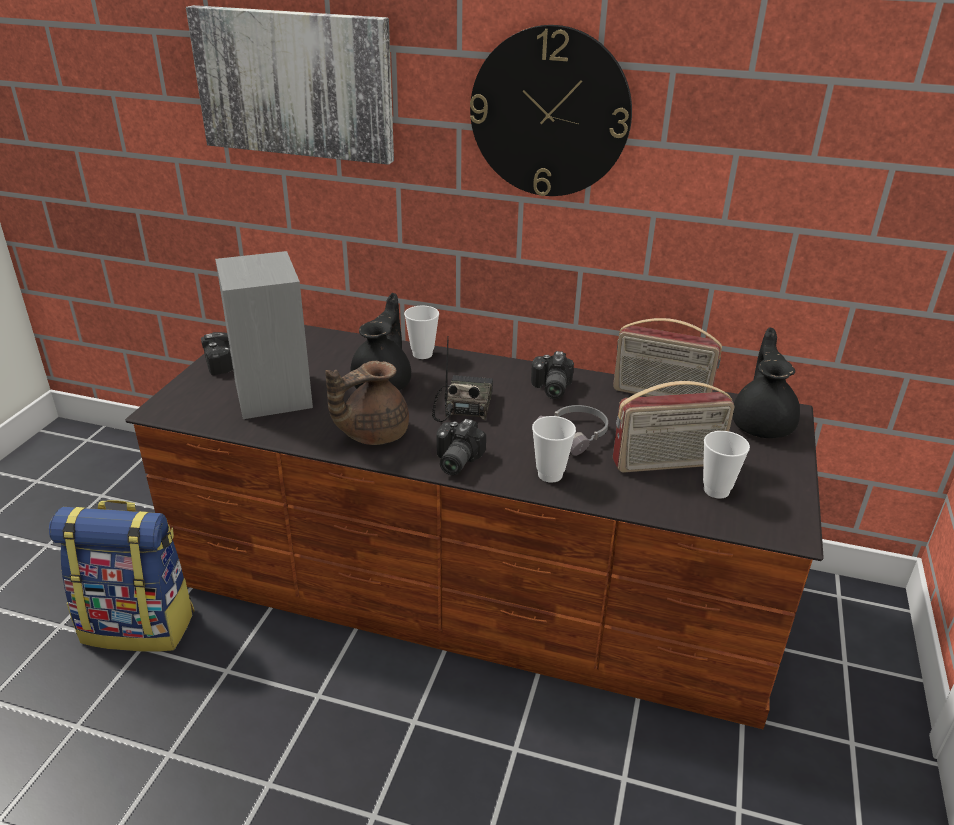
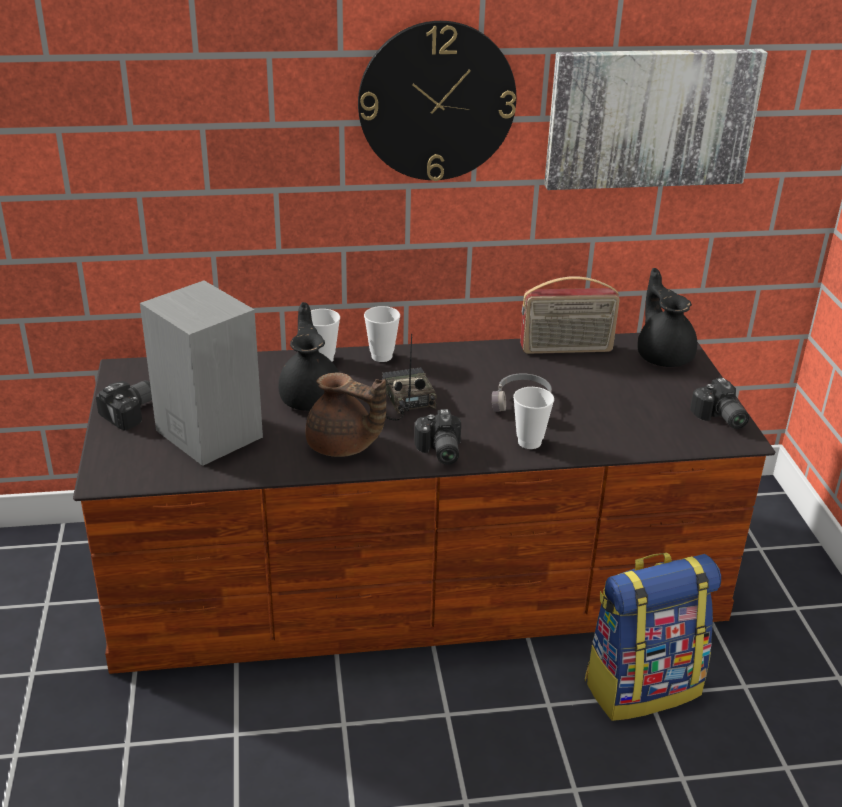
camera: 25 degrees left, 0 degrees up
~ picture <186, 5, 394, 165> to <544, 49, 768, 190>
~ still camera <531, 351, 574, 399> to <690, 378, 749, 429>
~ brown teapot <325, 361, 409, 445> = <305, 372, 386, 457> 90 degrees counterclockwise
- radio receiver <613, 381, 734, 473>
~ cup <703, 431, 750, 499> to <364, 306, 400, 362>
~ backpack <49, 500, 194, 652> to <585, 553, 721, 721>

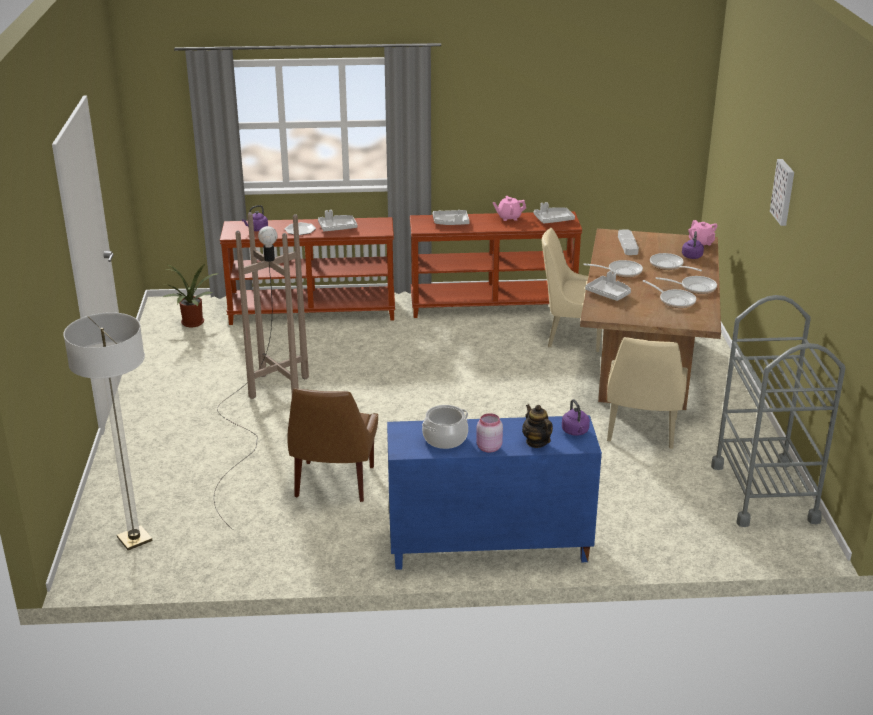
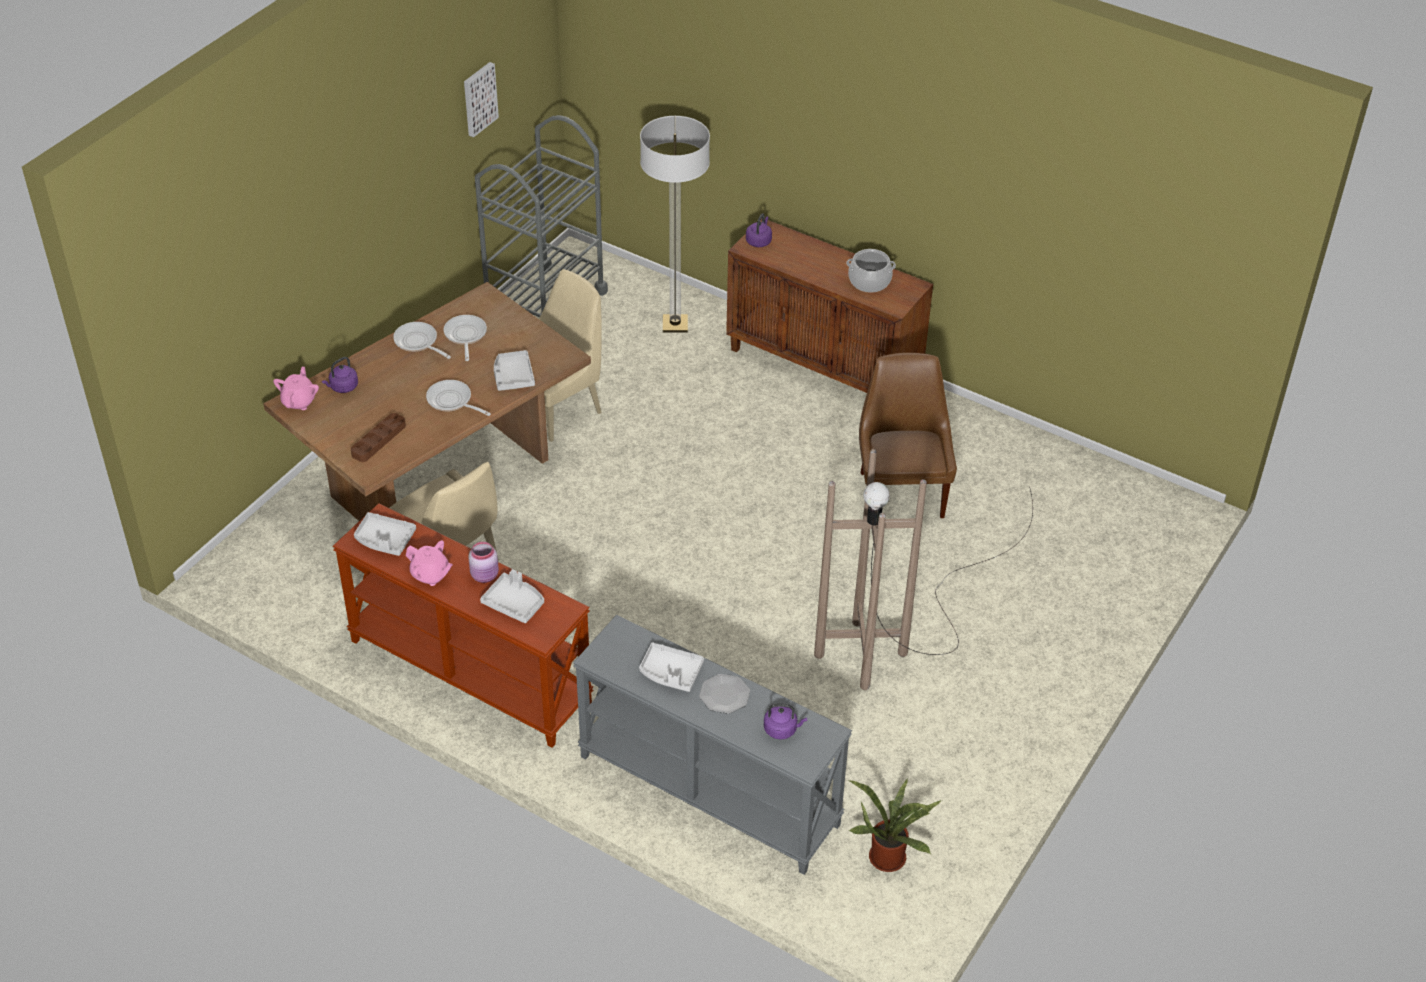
camera: 145 degrees left, 15 degrees up
~ picture <770, 159, 794, 226> to <464, 62, 499, 137>
~ brown hall table <220, 217, 395, 325> to greyish hall table <573, 615, 852, 875>
~ greyish tray <618, 230, 639, 255> to brown tray <351, 413, 406, 462>
- skillet <650, 253, 702, 271>
~ standard lamp <63, 312, 152, 550> to <640, 116, 710, 333>
~ brown chair <287, 388, 378, 502> = <859, 353, 957, 518> 45 degrees counterclockwise
- teapot <522, 404, 553, 448>
~ pink-coloured storage jar <476, 413, 503, 452> to <468, 542, 499, 583>
~ bluish storage cabinet <387, 415, 602, 570> to brown storage cabinet <726, 218, 933, 393>

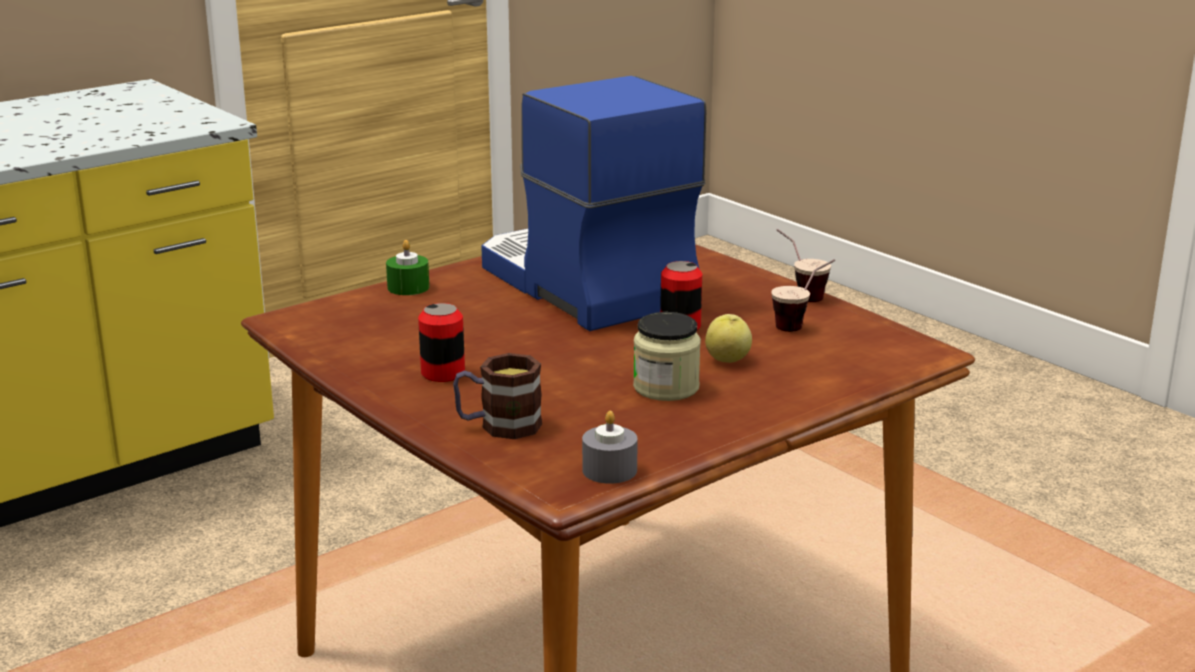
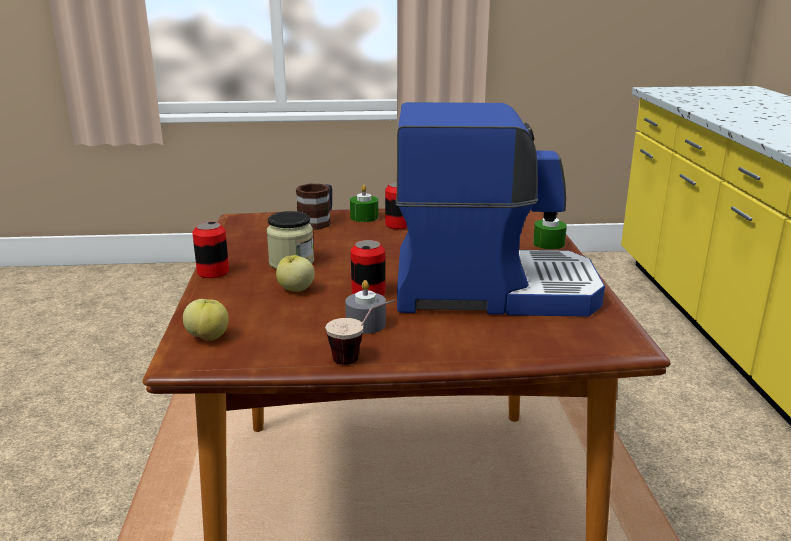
camera: 125 degrees right, 0 degrees up
- cup <771, 259, 835, 332>
~ greyish candle <582, 411, 638, 484> to <345, 280, 386, 334>
+ green-coloured candle <350, 185, 378, 222>
+ sealed can <192, 222, 229, 278>
+ whole apple <183, 299, 229, 341>

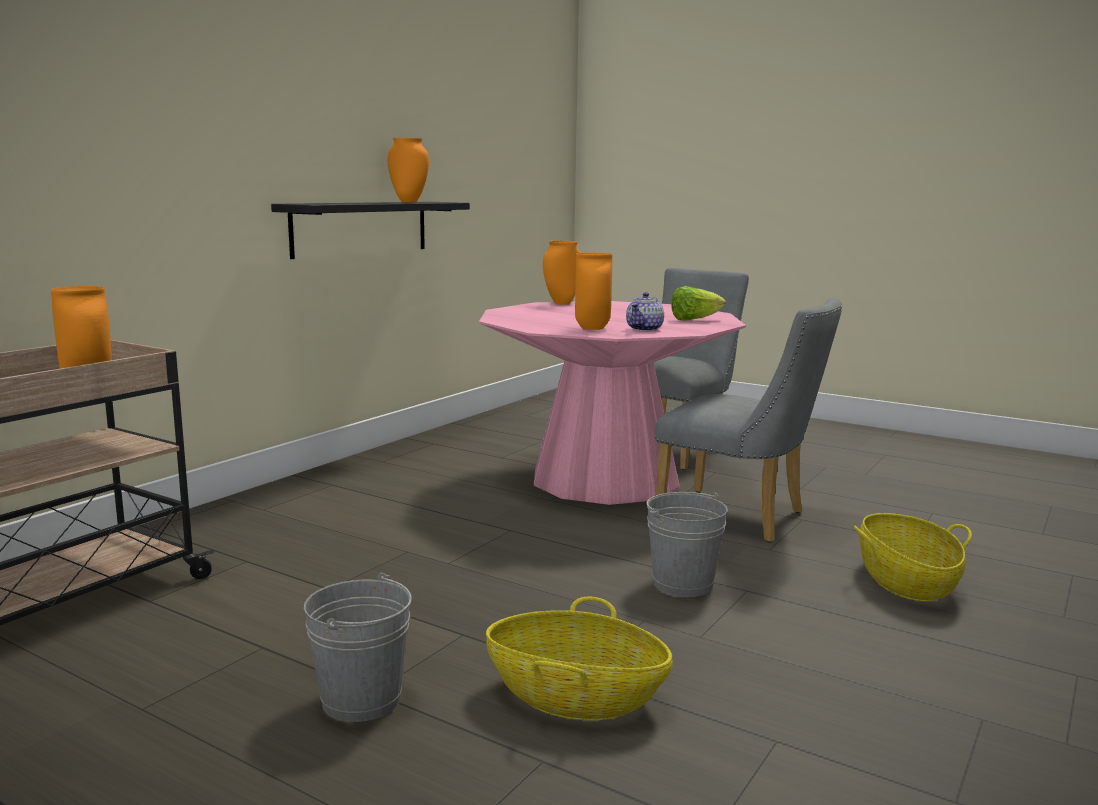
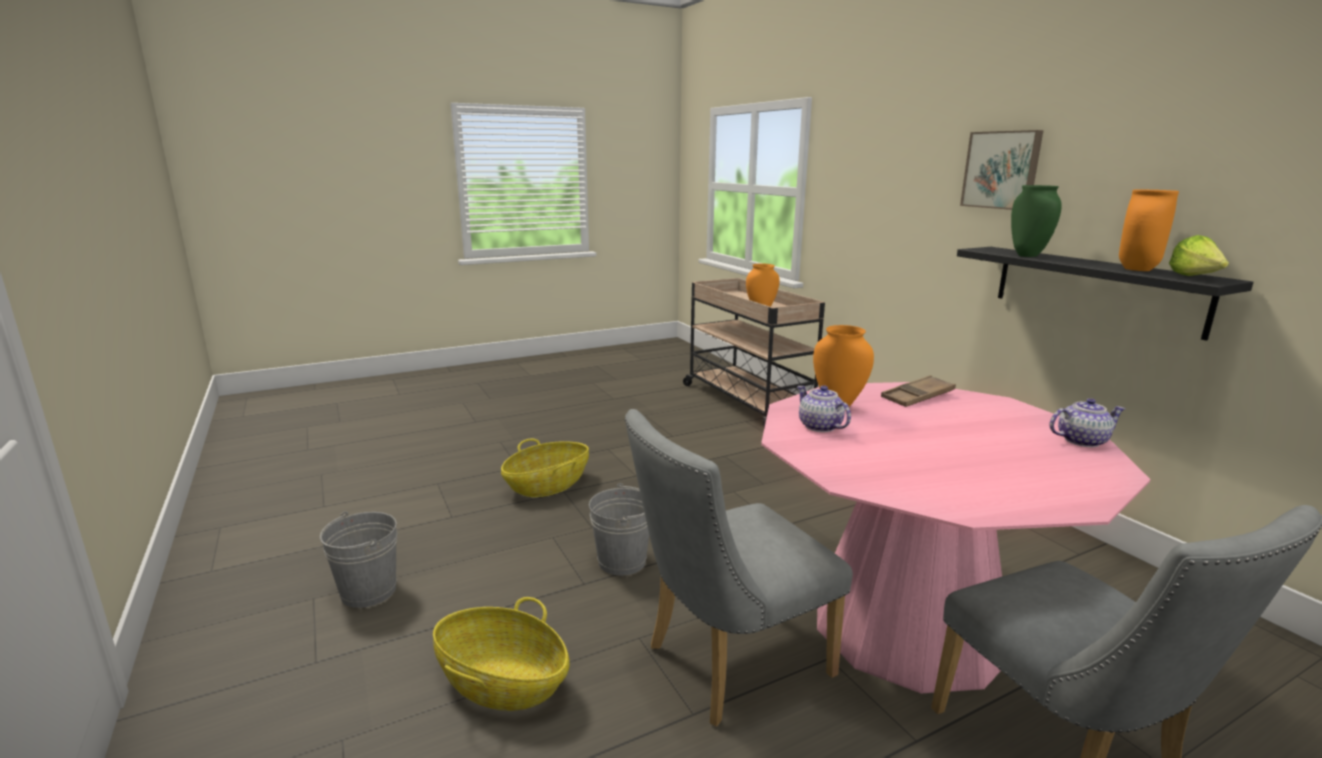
camera: 120 degrees right, 5 degrees up
~ orangey vase <543, 241, 581, 305> to teapot <1049, 398, 1125, 447>
~ lettuce head <671, 286, 726, 321> to <1169, 235, 1229, 276>
~ greyish water bucket <304, 573, 412, 722> to <320, 511, 397, 608>
+ picture <960, 130, 1043, 210>
+ green-coloured vase <1011, 185, 1062, 257>
+ brown tray <881, 375, 956, 407>

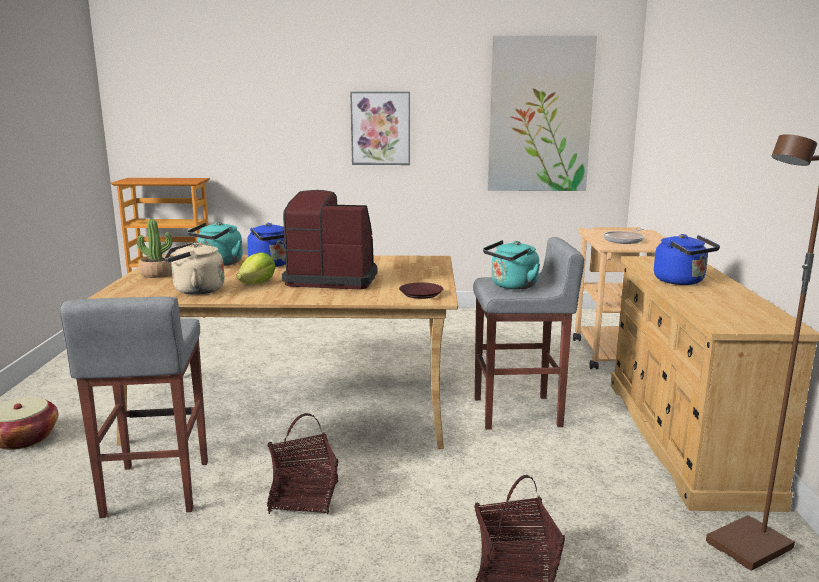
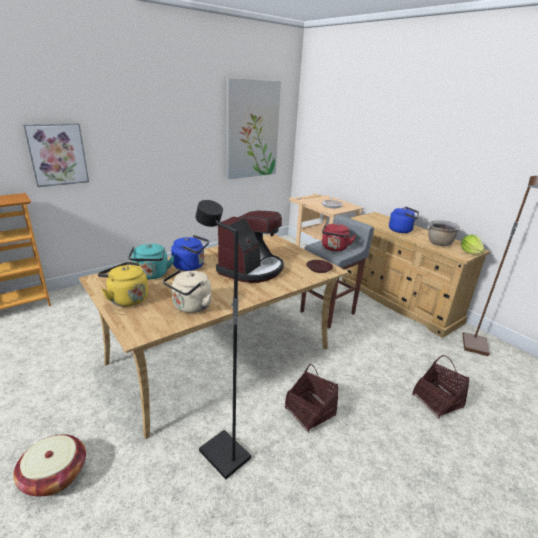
camera: 40 degrees left, 10 degrees up
~ picture <350, 92, 410, 165> to <23, 124, 89, 187>
~ coffee brewer <282, 190, 378, 290> = <216, 210, 284, 283> 150 degrees clockwise
~ potted plant <137, 219, 173, 278> to yellowish kettle <98, 262, 148, 307>
~ turquoise kettle <483, 240, 540, 290> to reddish kettle <322, 223, 356, 251>
~ lettuce head <236, 252, 276, 285> to <461, 234, 485, 254>
~ greyish stool <60, 297, 208, 518> to black-coloured standard lamp <195, 200, 251, 479>
+ brown saucepot <428, 220, 460, 246>

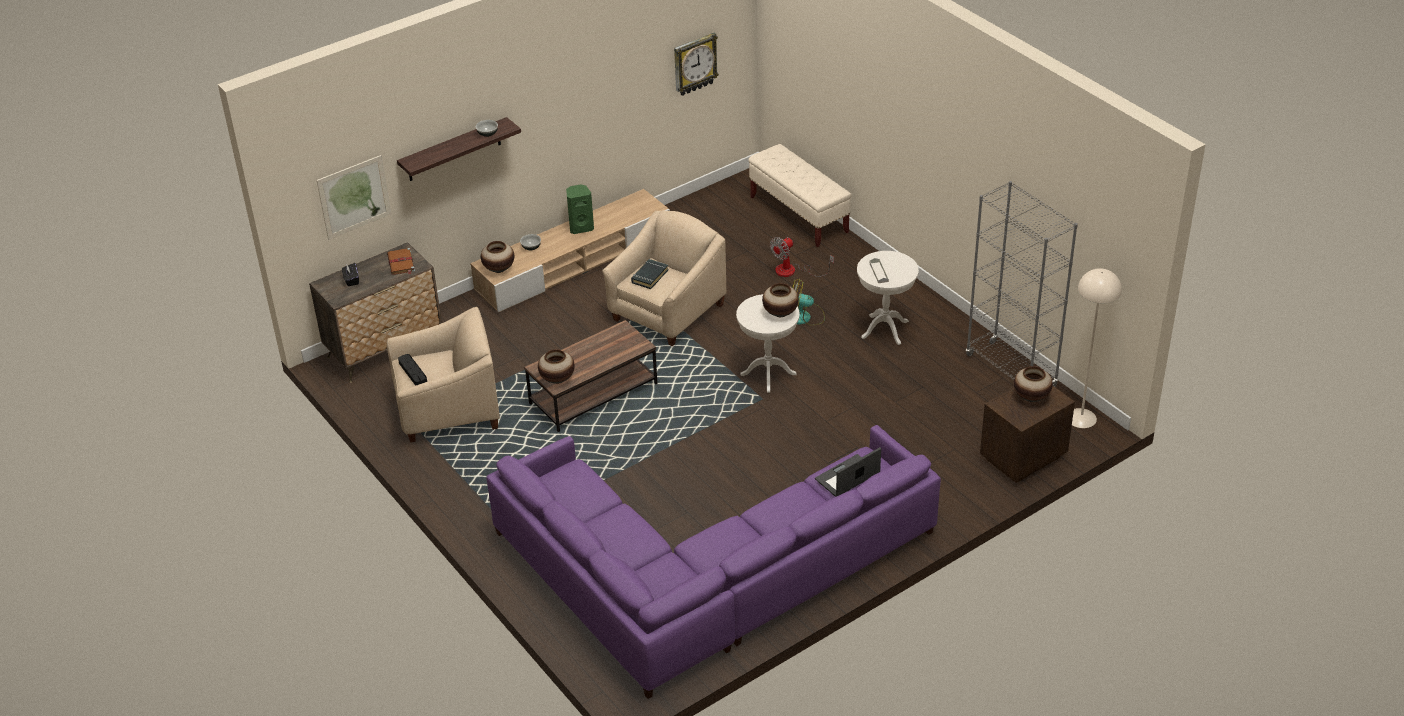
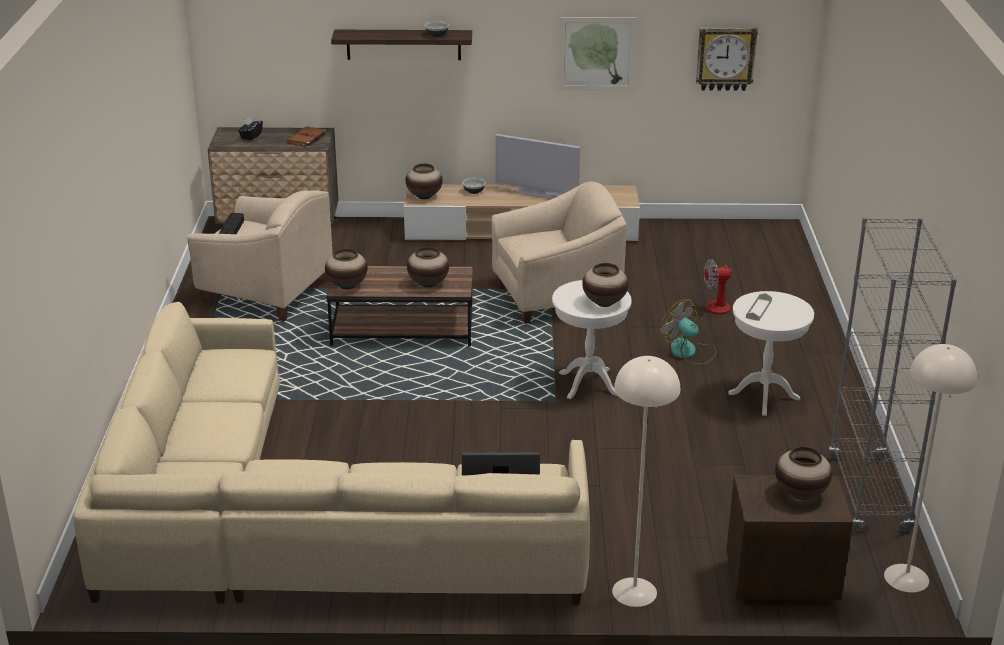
camera: 35 degrees right, 10 degrees down
- beige indoor bench <748, 144, 852, 247>
~ picture <317, 155, 391, 240> to <559, 17, 637, 91>
~ green-coloured audio speaker <566, 184, 594, 234> to TV set <496, 134, 581, 199>
- black-coloured volume <631, 259, 668, 289>
~ purple sofa <486, 425, 941, 699> to beige sofa <74, 302, 590, 605>
+ vase <407, 247, 449, 288>
+ beige standard lamp <612, 356, 680, 607>

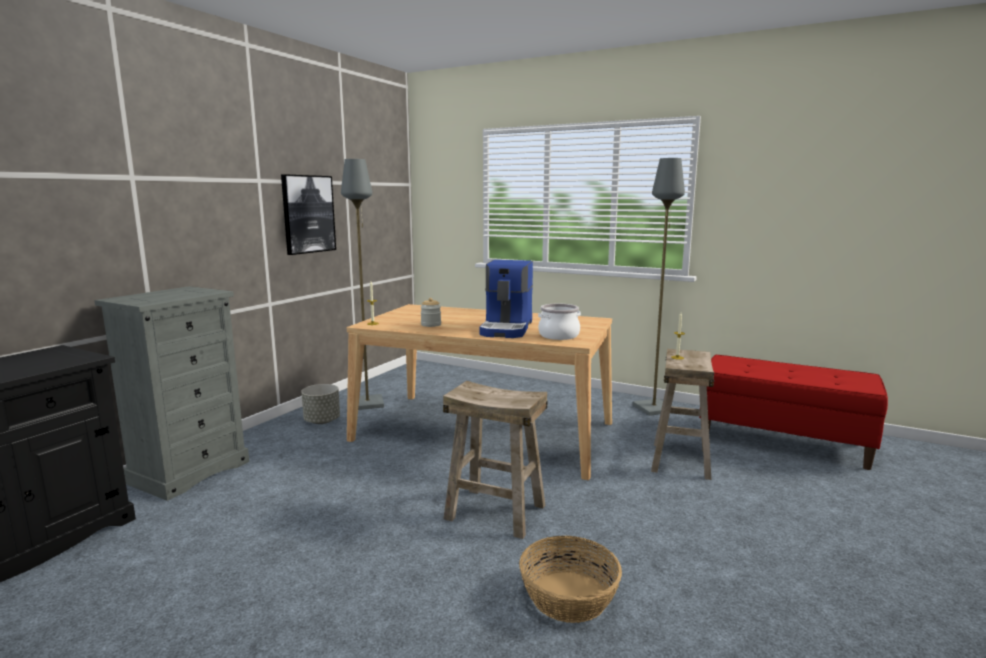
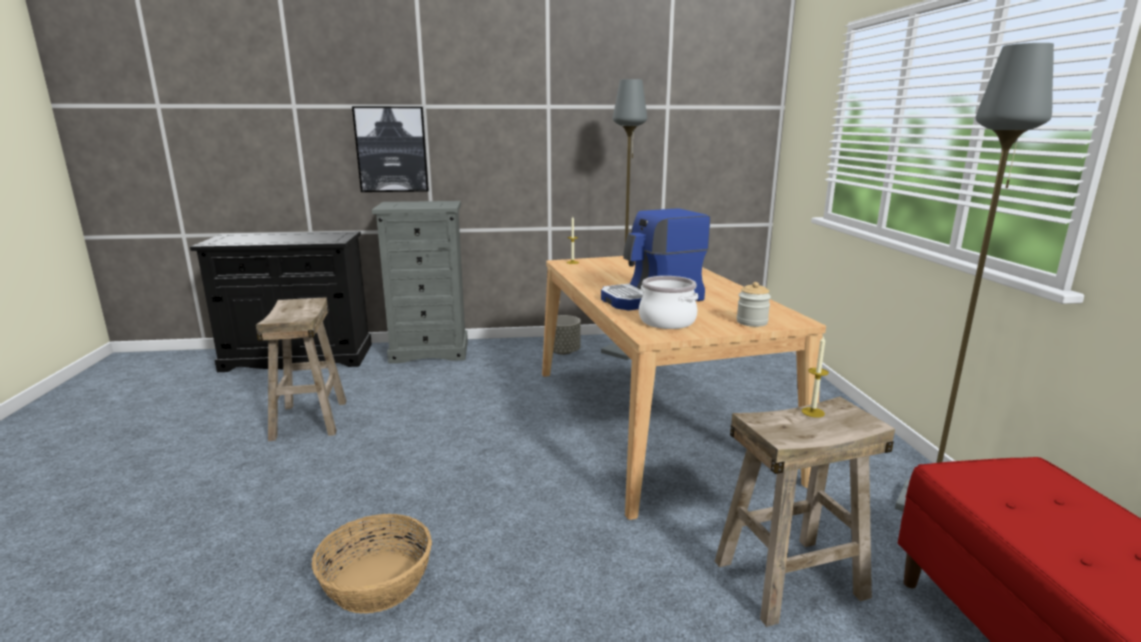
camera: 55 degrees right, 5 degrees up
~ picture <281, 174, 336, 255> to <352, 107, 429, 192>
~ storage jar <420, 298, 441, 327> to <737, 282, 771, 327>
~ beige stool <443, 381, 548, 539> to <256, 297, 347, 441>

